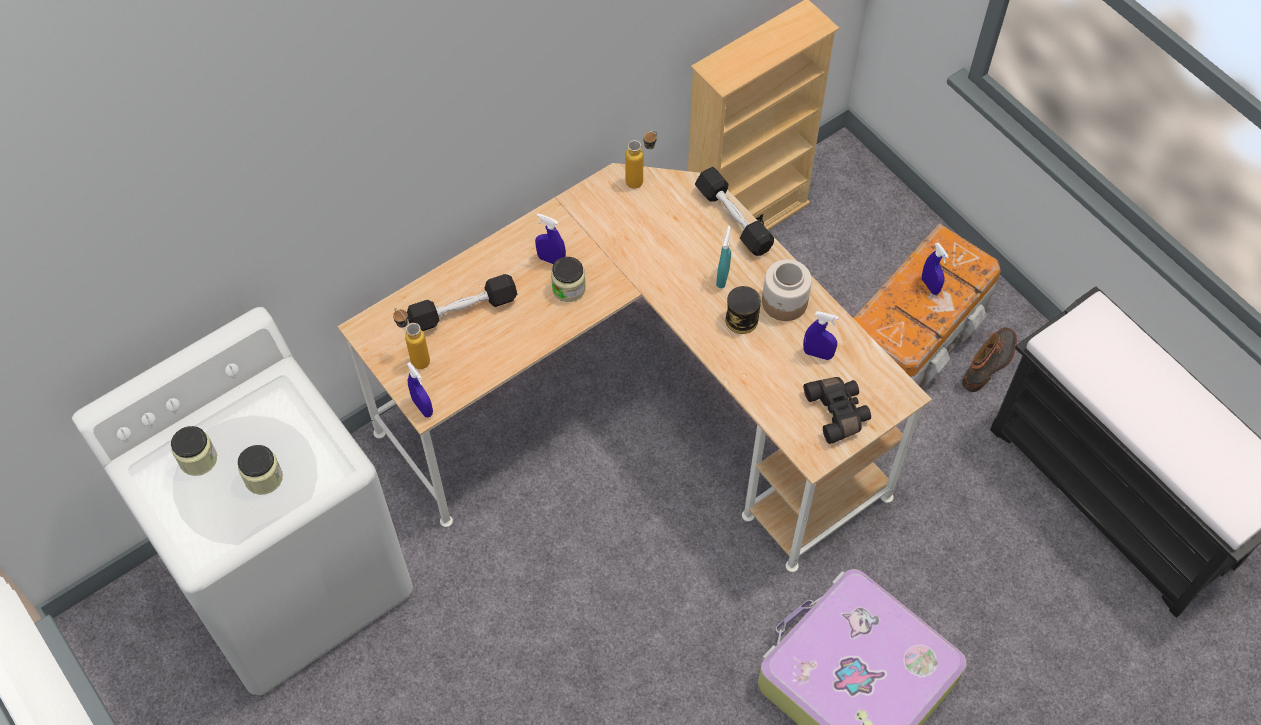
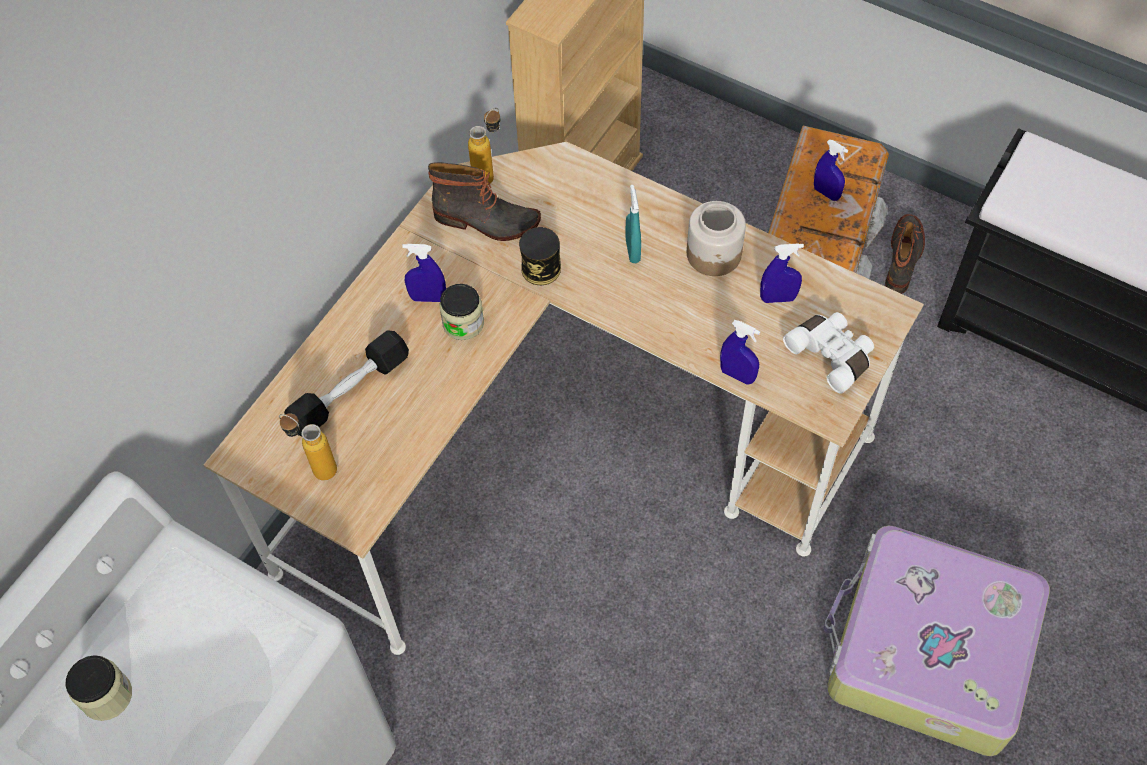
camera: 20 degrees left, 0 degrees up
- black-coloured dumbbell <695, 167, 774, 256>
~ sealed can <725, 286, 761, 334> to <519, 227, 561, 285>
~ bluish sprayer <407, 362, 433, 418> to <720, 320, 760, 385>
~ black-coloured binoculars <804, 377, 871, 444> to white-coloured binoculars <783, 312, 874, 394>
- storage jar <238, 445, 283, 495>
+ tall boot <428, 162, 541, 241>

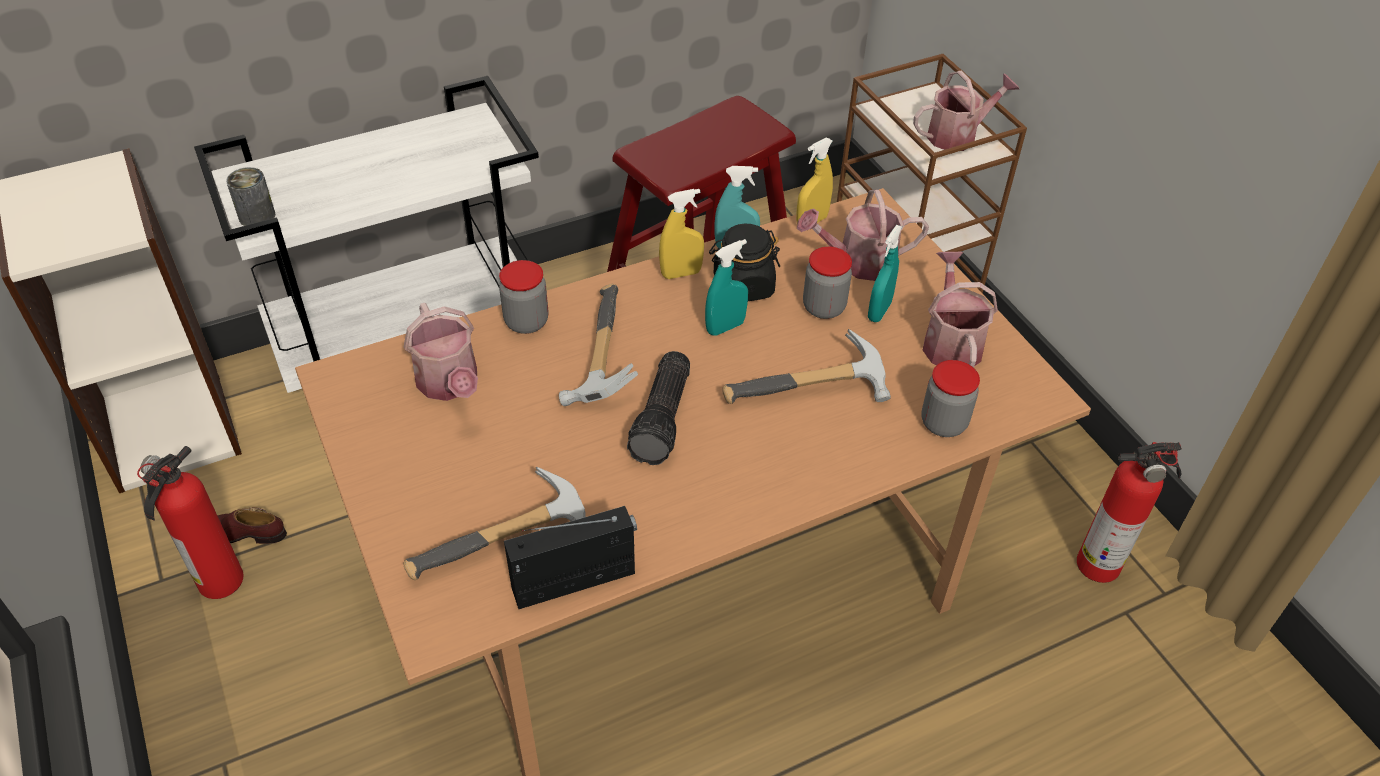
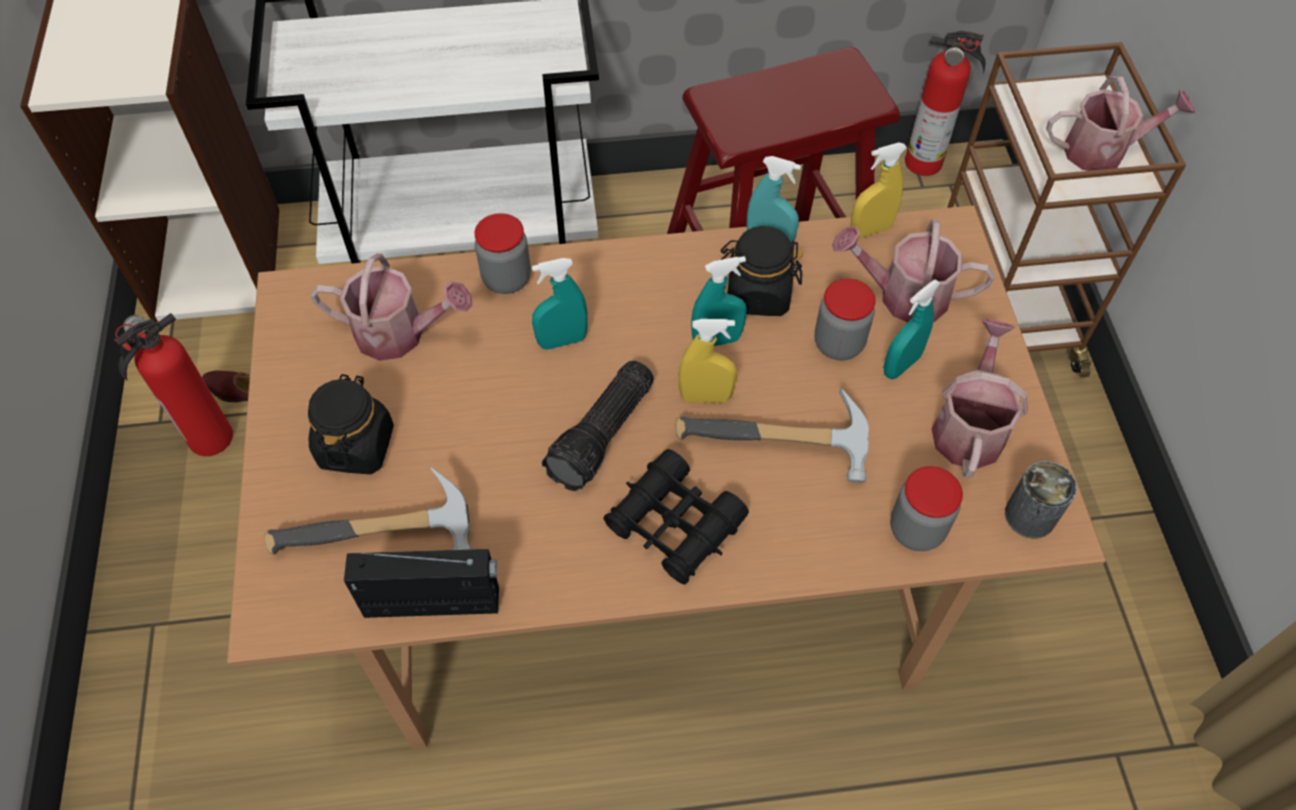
camera: 20 degrees right, 10 degrees up
~ sealed can <226, 167, 275, 226> to <1005, 461, 1077, 539>
~ yellowish sprayer <659, 189, 704, 279> to <678, 319, 737, 403>
~ hand hammer <559, 284, 638, 406> to turquoise sprayer <532, 258, 588, 350>
~ watering pot <404, 303, 478, 401> = <311, 253, 472, 361> 75 degrees counterclockwise
~ fire extinguisher <1077, 442, 1182, 583> to <905, 31, 986, 176>
+ black-coloured storage jar <308, 374, 394, 474>
+ black-coloured binoculars <603, 449, 749, 585>

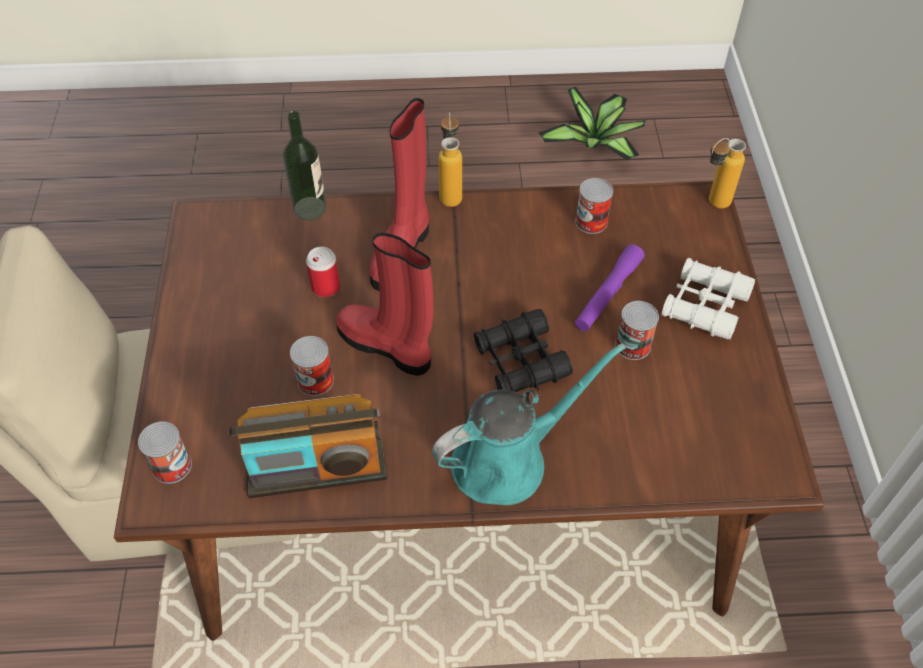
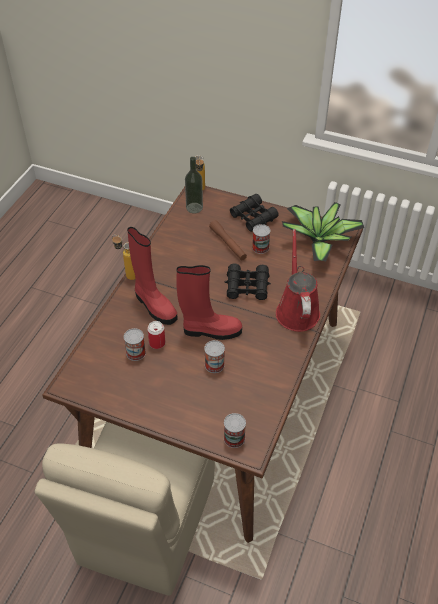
camera: 65 degrees left, 5 degrees down
~ potted plant <539, 87, 645, 160> to <282, 202, 364, 261>
~ drink bottle <283, 111, 326, 220> to <185, 157, 203, 214>
~ sealed can <575, 178, 613, 234> to <124, 328, 146, 361>
~ reddish tall boot <336, 233, 434, 376> = <176, 265, 242, 340> 150 degrees counterclockwise
~ purple flashlight <575, 244, 644, 332> to brown flashlight <209, 220, 247, 261>
~ white-coloured binoculars <662, 258, 755, 340> to black-coloured binoculars <230, 194, 279, 232>
~ turquoise watering pot <432, 343, 626, 505> to reddish watering pot <276, 229, 320, 332>
- radio receiver <228, 394, 387, 498>

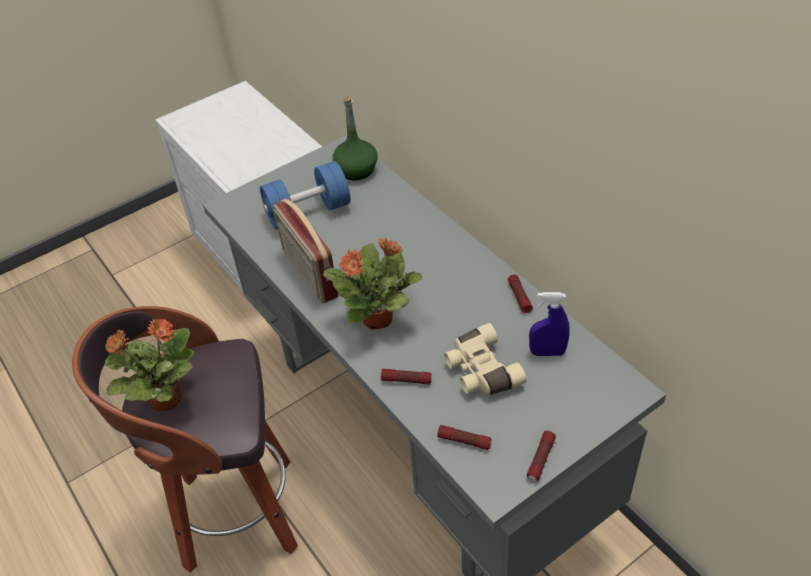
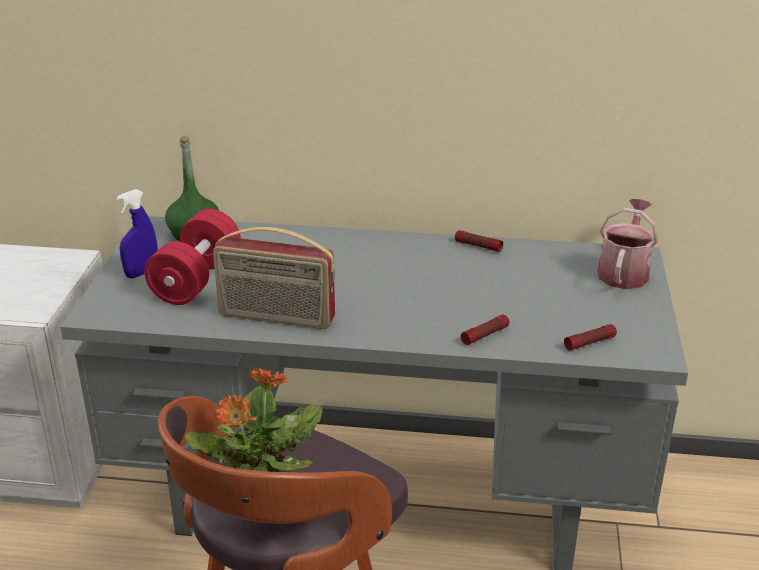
camera: 50 degrees left, 15 degrees down
~ bluish dumbbell <260, 161, 351, 230> to reddish dumbbell <144, 209, 241, 305>
- potted plant <323, 238, 422, 330>
~ bluish sprayer <529, 292, 570, 356> to <116, 189, 158, 278>
- beige binoculars <444, 323, 526, 396>
- flashlight <527, 431, 556, 482>
+ watering pot <597, 198, 658, 289>

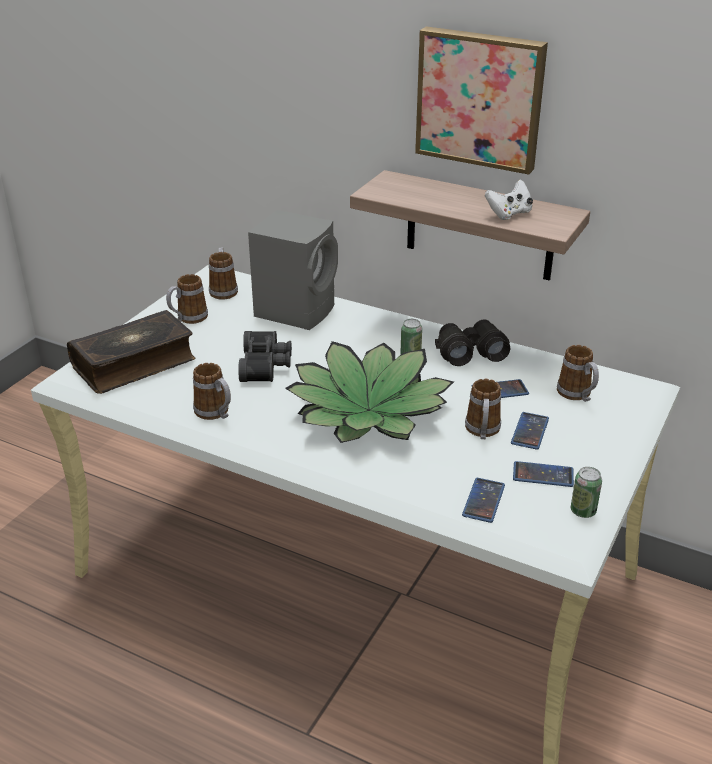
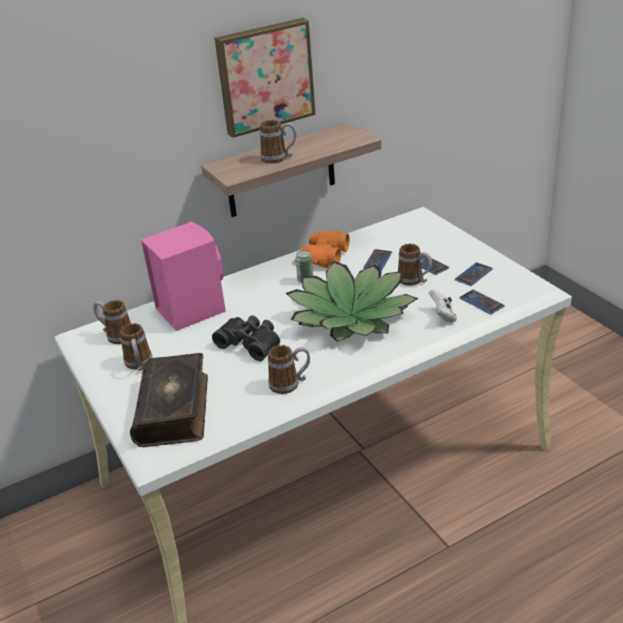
camera: 55 degrees left, 0 degrees up
~ white-coloured joypad <485, 180, 533, 220> to <429, 289, 457, 323>
~ greyish audio speaker <248, 210, 338, 330> to pink-coloured audio speaker <141, 222, 226, 331>
~ black-coloured binoculars <435, 320, 510, 366> to orangey binoculars <300, 231, 350, 268>
~ tea mug <557, 345, 599, 402> to <260, 120, 297, 163>
- sealed can <571, 467, 602, 518>

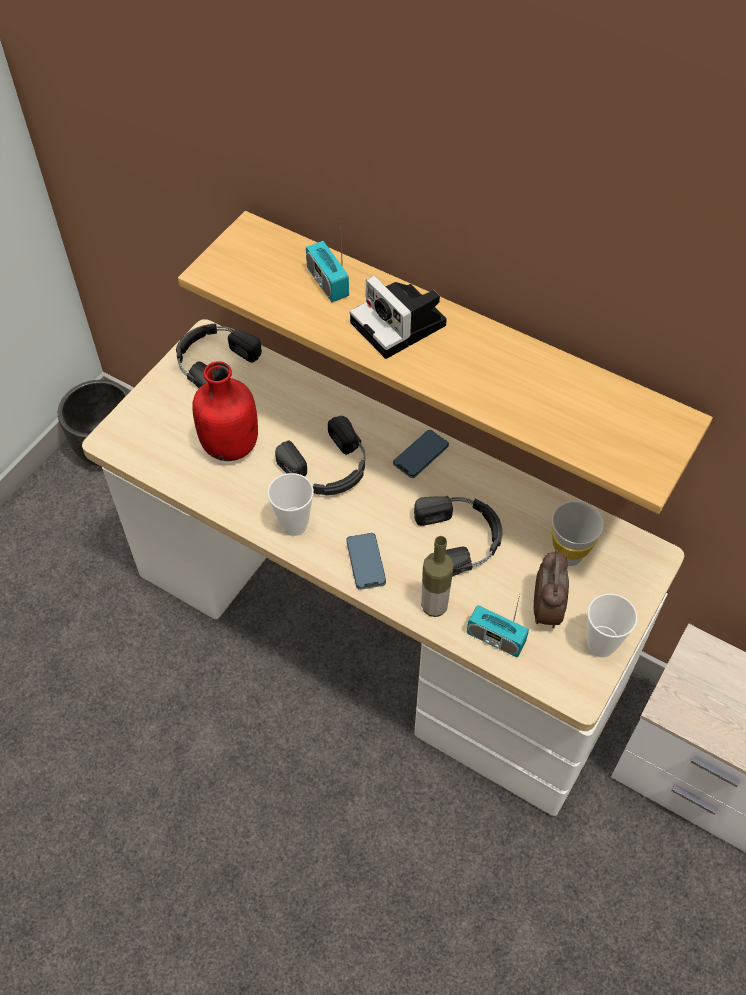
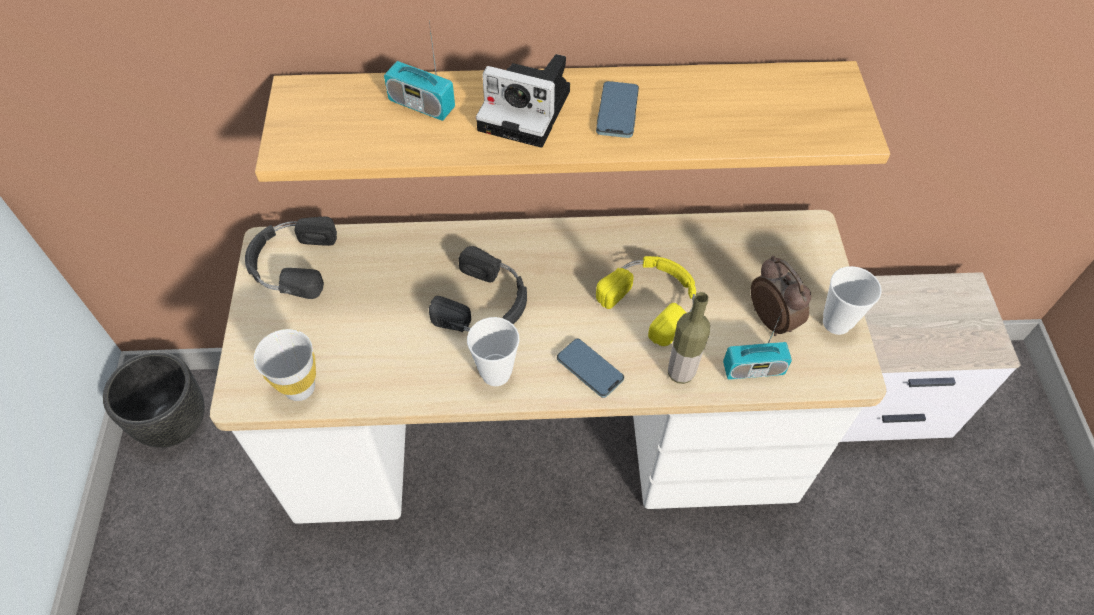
camera: 35 degrees left, 0 degrees up
- reddish drink bottle <192, 361, 258, 461>
~ phone <393, 430, 449, 478> to <596, 81, 639, 138>
~ black-coloured headphones <414, 496, 502, 577> to yellowish headphones <596, 256, 696, 346>
~ white-coloured cup <552, 501, 604, 566> to <254, 329, 316, 401>

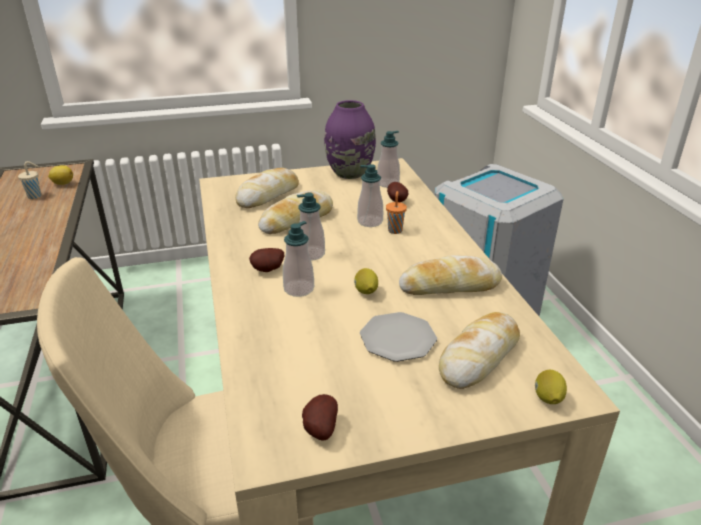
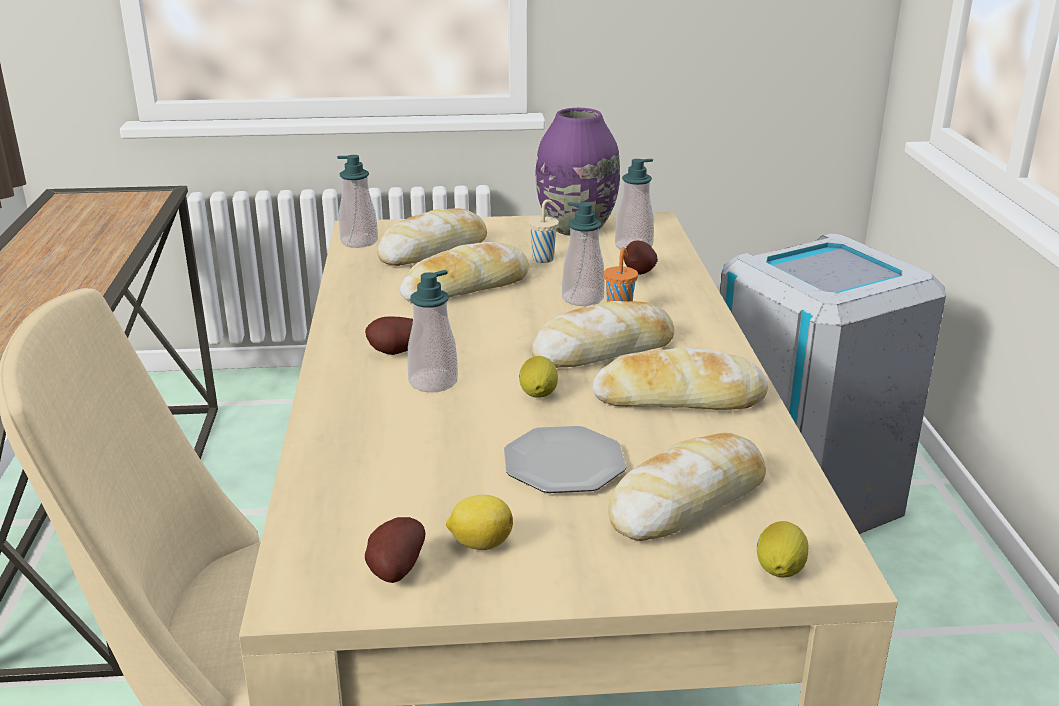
camera: 10 degrees right, 5 degrees down
~ beige cup <18, 161, 41, 199> to <528, 199, 560, 263>
~ lemon <48, 165, 73, 185> to <446, 495, 513, 550>
~ soap dispenser <297, 193, 325, 260> to <337, 155, 378, 248>
+ bakery bread <531, 301, 674, 368>

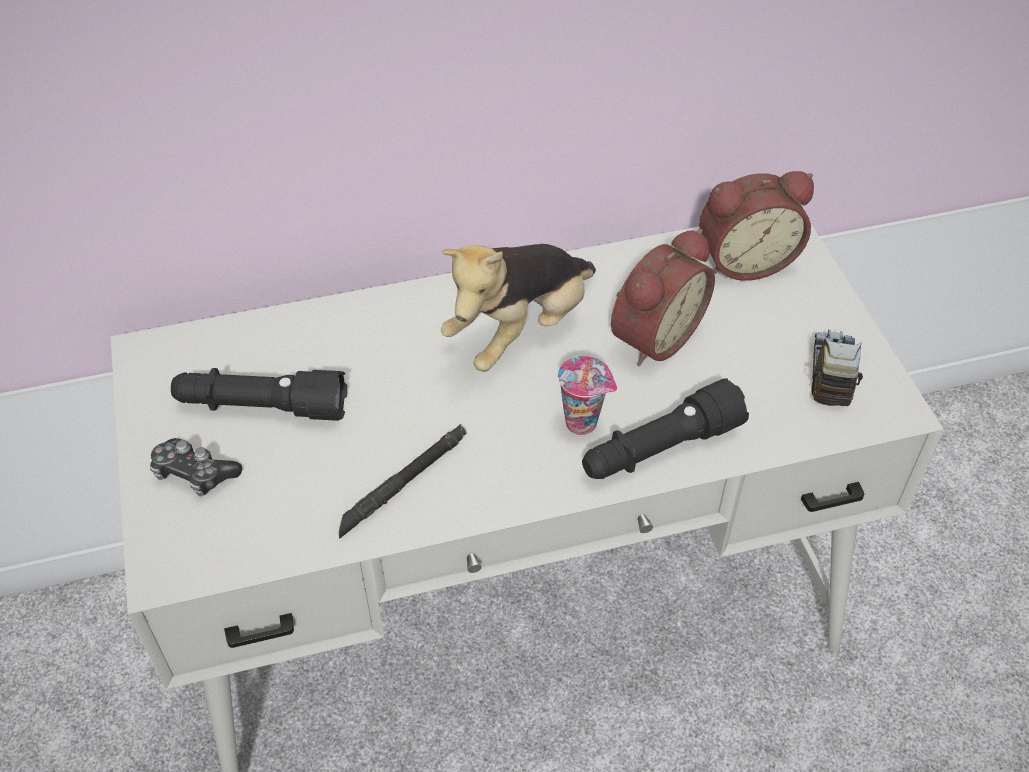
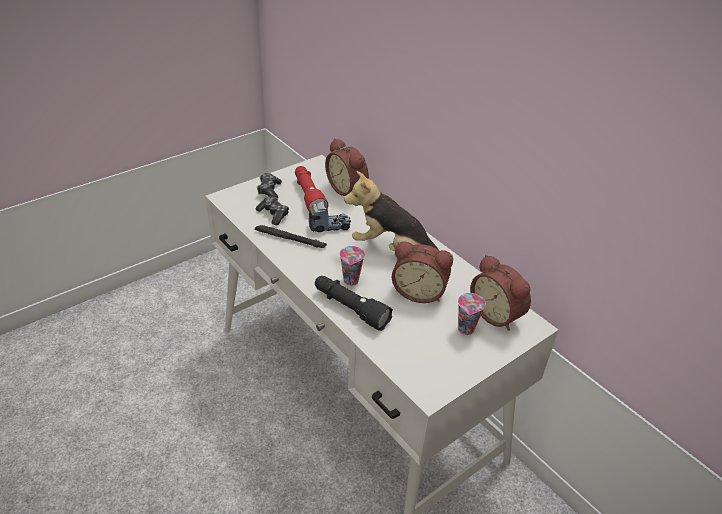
camera: 65 degrees right, 10 degrees down
~ model truck <811, 330, 863, 406> to <309, 200, 351, 232>
~ black-coloured flashlight <171, 368, 347, 421> to reddish flashlight <295, 166, 328, 212>
+ alarm clock <325, 138, 369, 196>
+ joypad <255, 196, 289, 225>
+ cup <458, 293, 486, 335>

